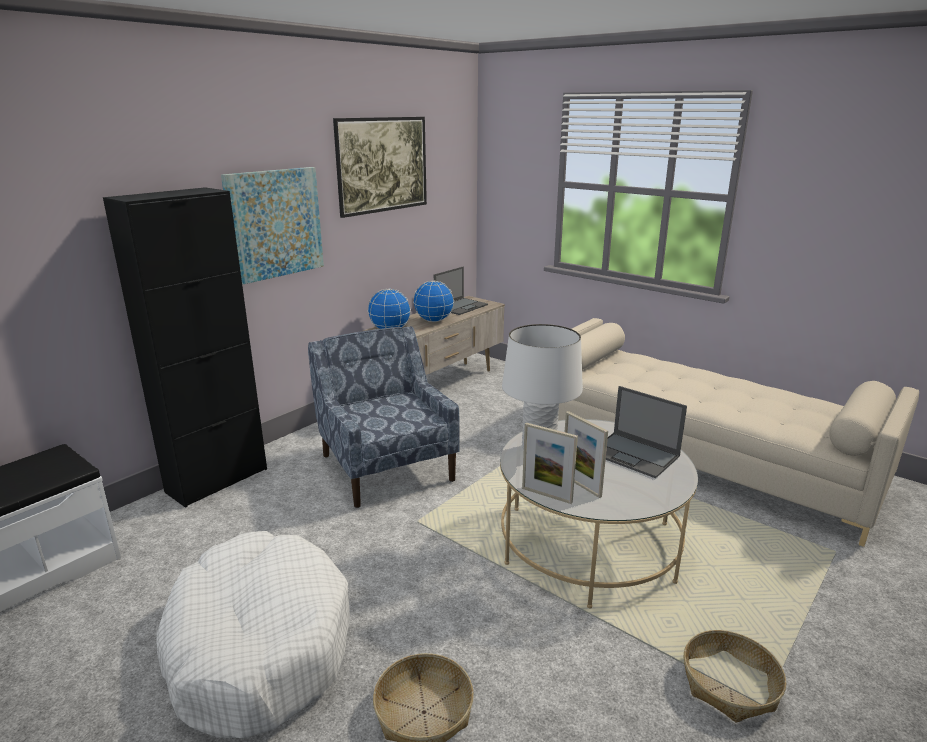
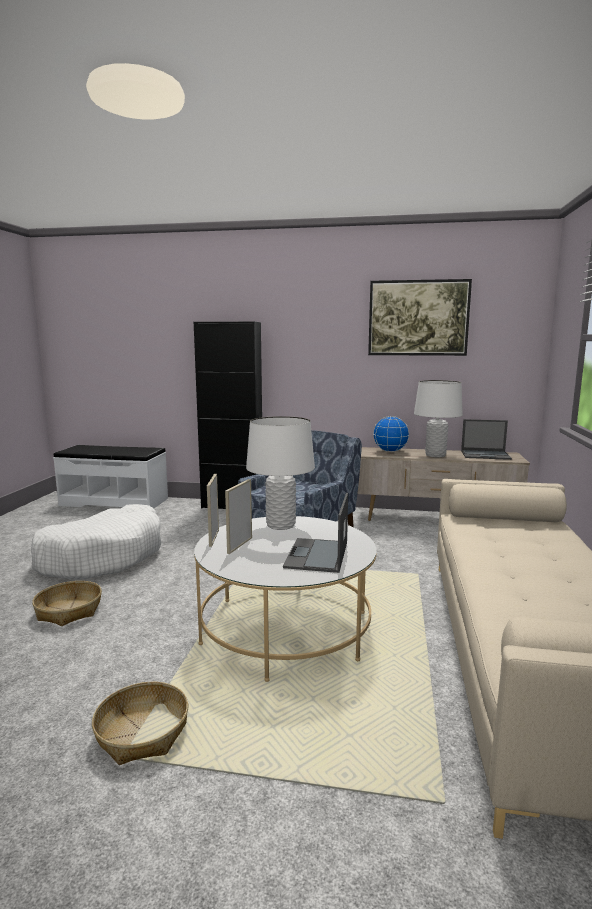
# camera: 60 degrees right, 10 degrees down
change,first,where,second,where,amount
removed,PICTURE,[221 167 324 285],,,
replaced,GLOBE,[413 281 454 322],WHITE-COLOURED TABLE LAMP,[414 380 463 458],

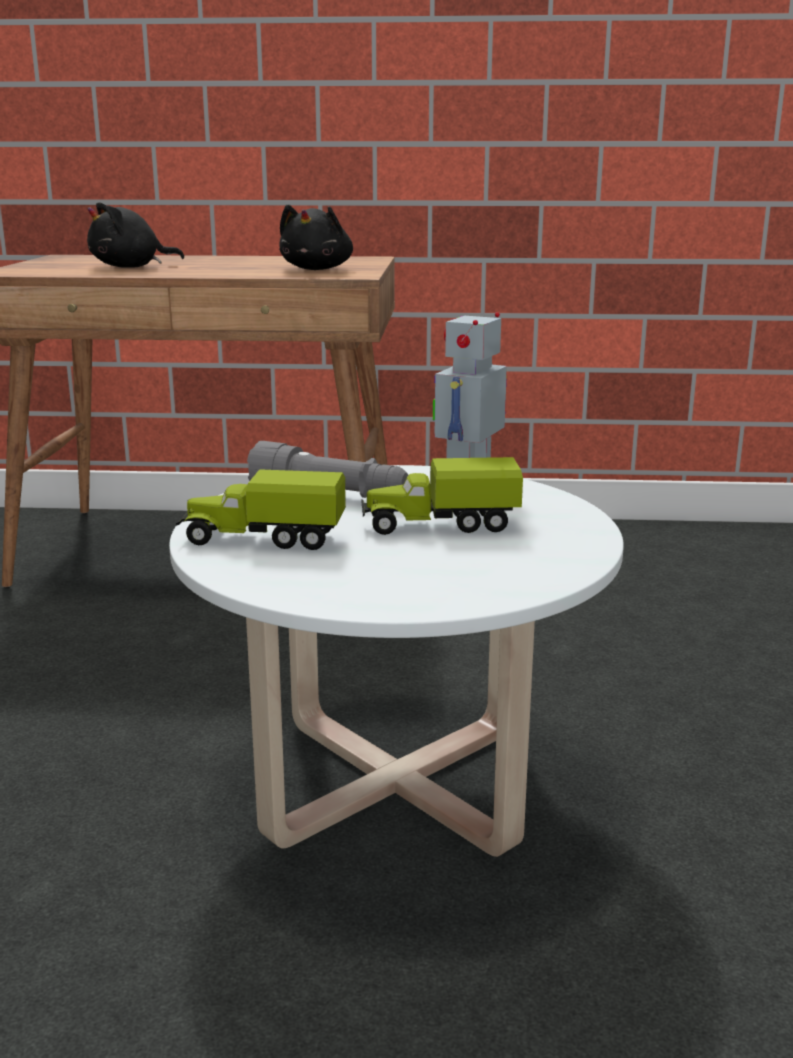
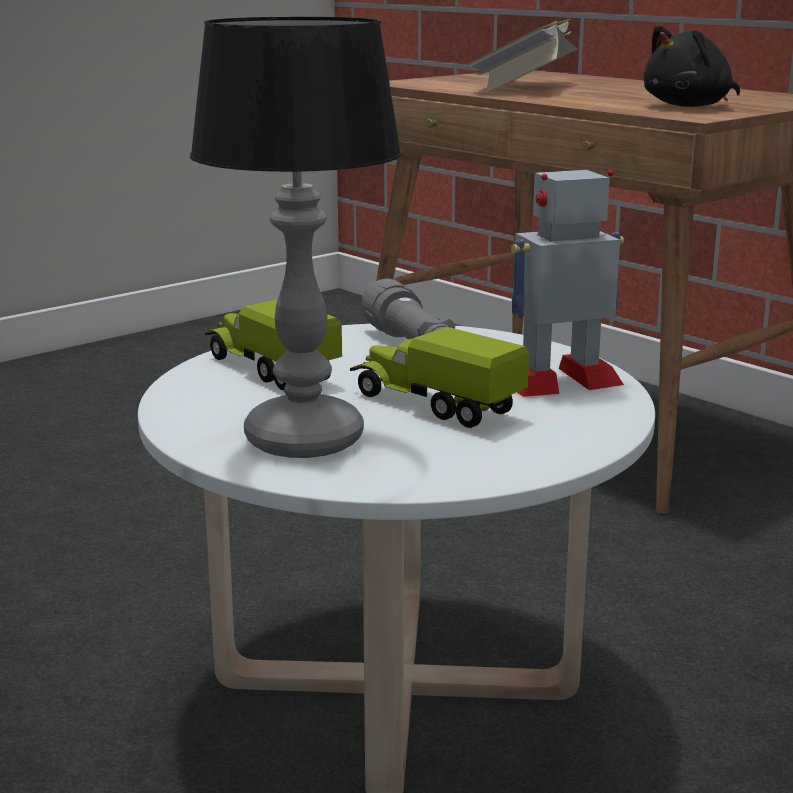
# camera: 45 degrees right, 0 degrees up
change,first,where,second,where,amount
replaced,BLACK PLUSH TOY,[87 202 184 268],VOLUME,[467 19 577 92],
added,,,TABLE LAMP,[190 17 402 458],

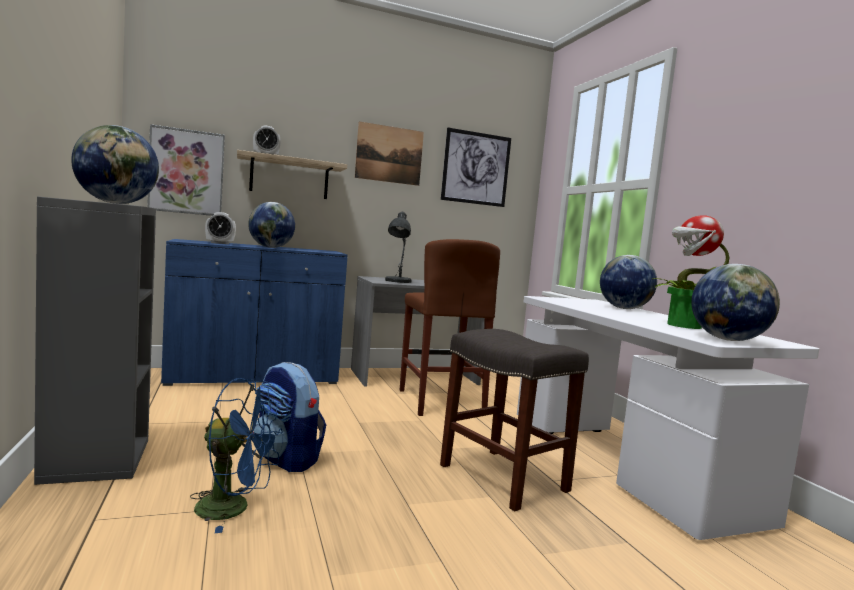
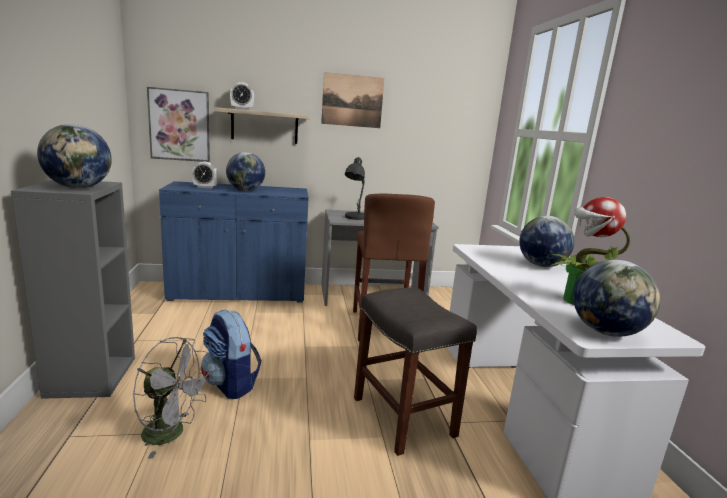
# camera: 10 degrees right, 10 degrees up
change,first,where,second,where,amount
removed,PICTURE,[441 128 511 207],,,
recoloured,BLUE FAN,[190 378 283 533],GREY FAN,[133 337 212 459],

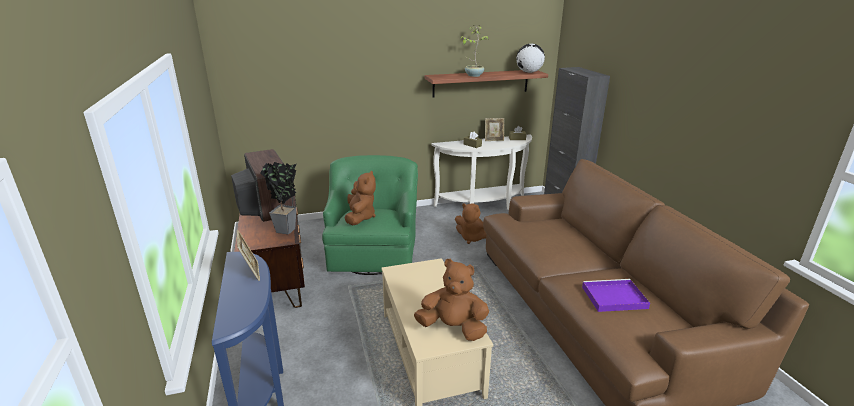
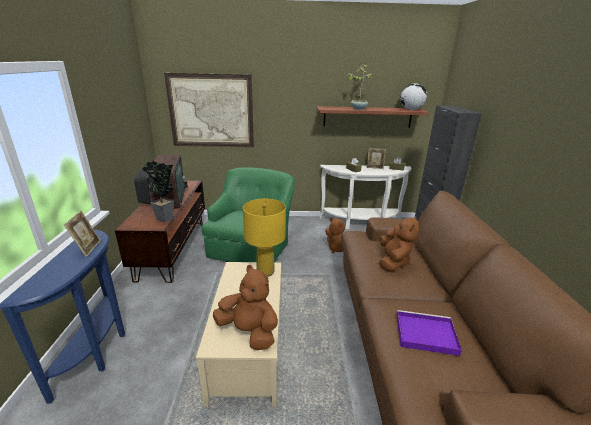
# camera: 15 degrees right, 0 degrees up
change,first,where,second,where,amount
moved,BROWN PLUSH TOY,[345 170 376 225],,[379 216 419 272],
added,,,PICTURE,[164 73 254 147],
added,,,YELLOW TABLE LAMP,[243 199 286 277],

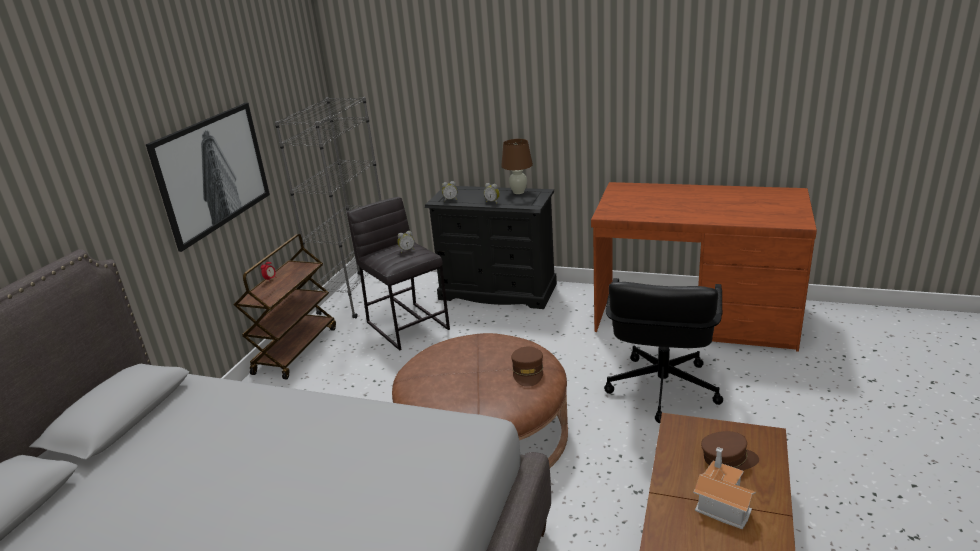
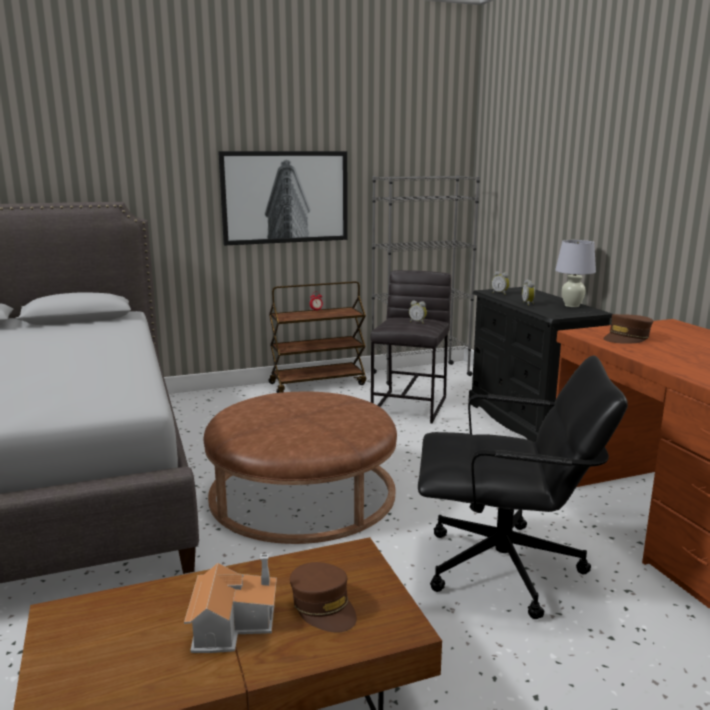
# camera: 50 degrees right, 10 degrees down
change,first,where,second,where,amount
recoloured,BROWN TABLE LAMP,[501 139 533 194],WHITE-COLOURED TABLE LAMP,[555 240 596 307],
turned,BLACK COMPUTER CHAIR,[604 278 723 423],,[418 355 628 619],150 degrees counterclockwise
moved,BROWN BASEBALL CAP,[511 347 543 387],,[603 314 653 344],

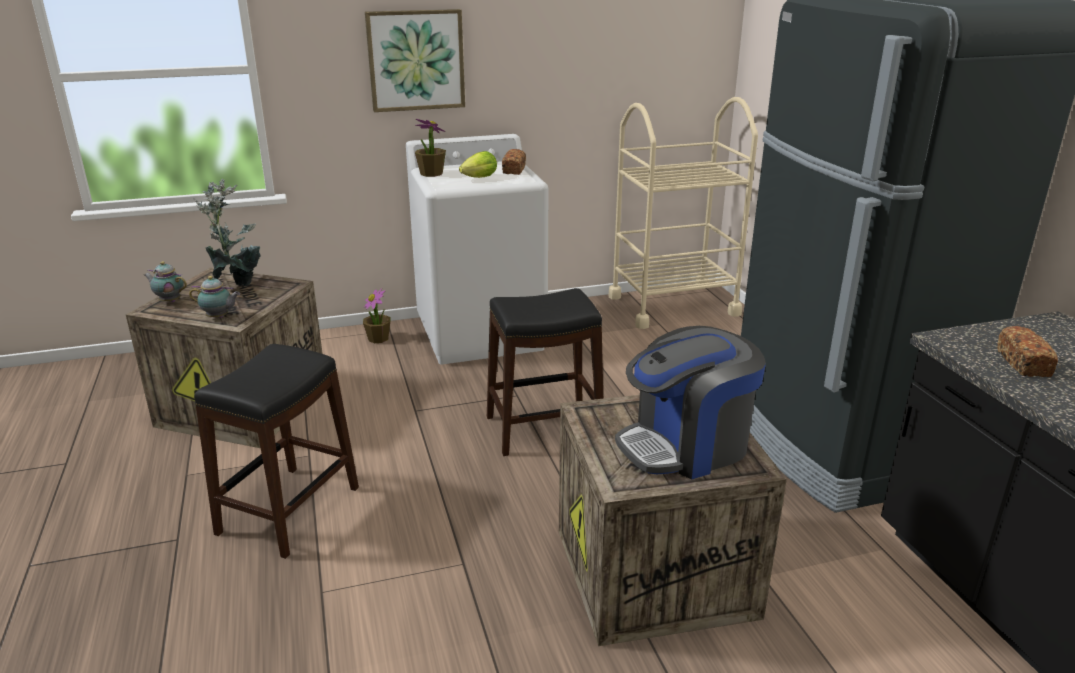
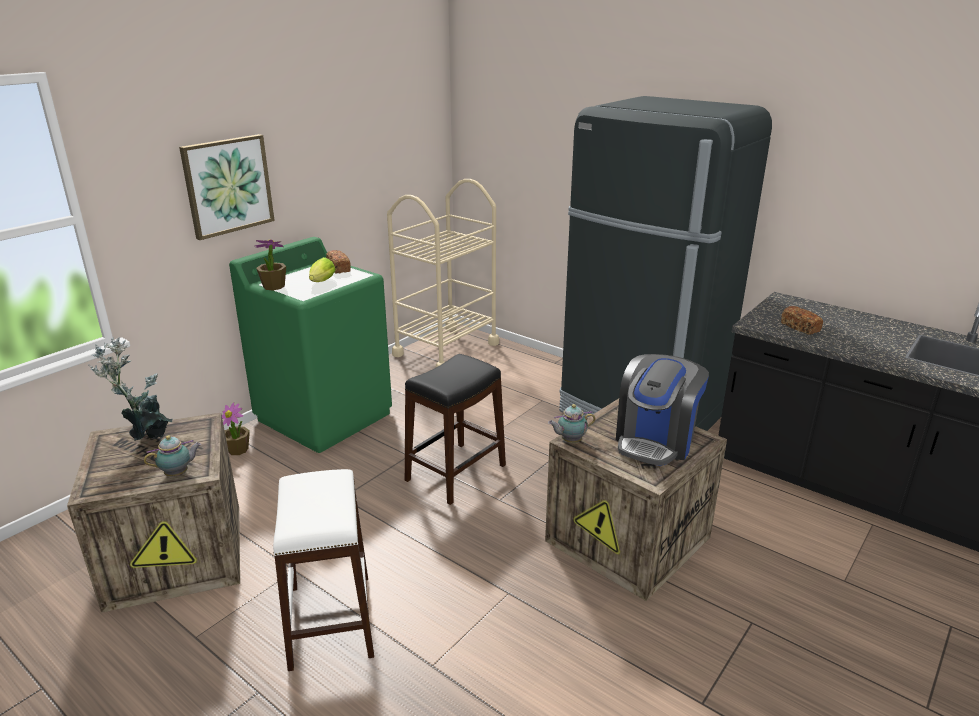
# camera: 35 degrees left, 0 degrees up
change,first,where,second,where,amount
recoloured,WHITE-COLOURED LAUNDRY APPLIANCE,[406 134 549 364],GREENISH LAUNDRY APPLIANCE,[229 237 392 453],
moved,TEAPOT,[144 261 187 302],,[548 404 596 443],
recoloured,BLACK SITTING STOOL,[194 344 359 559],WHITE-COLOURED SITTING STOOL,[273 469 374 671],

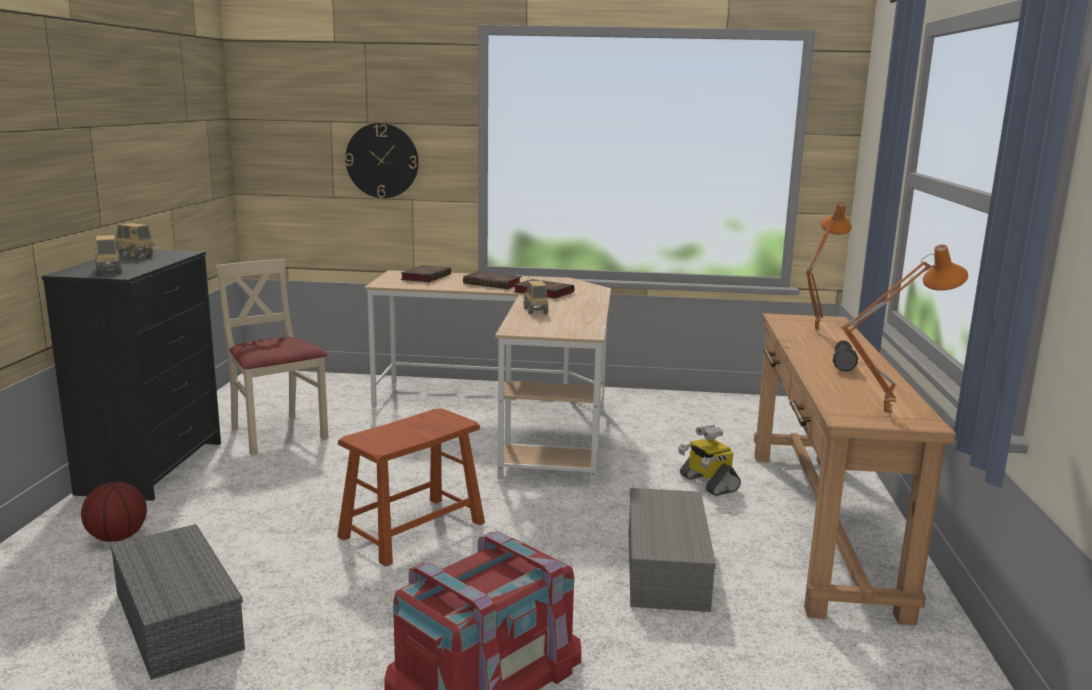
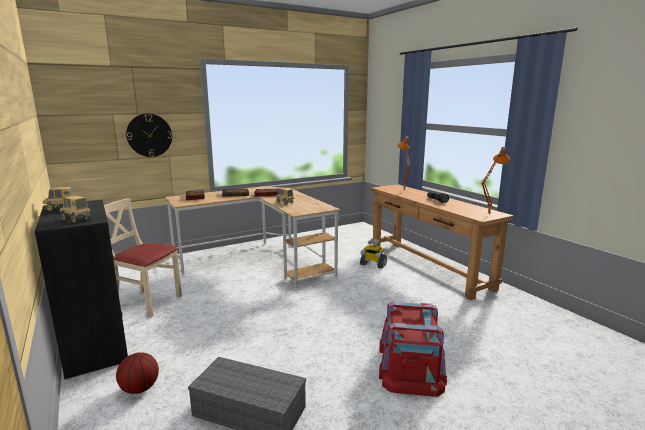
# camera: 35 degrees left, 0 degrees up
change,first,where,second,where,amount
removed,BROWN SITTING STOOL,[337 408 485 567],,,
removed,GREY STORAGE CONTAINER,[629 488 716 612],,,

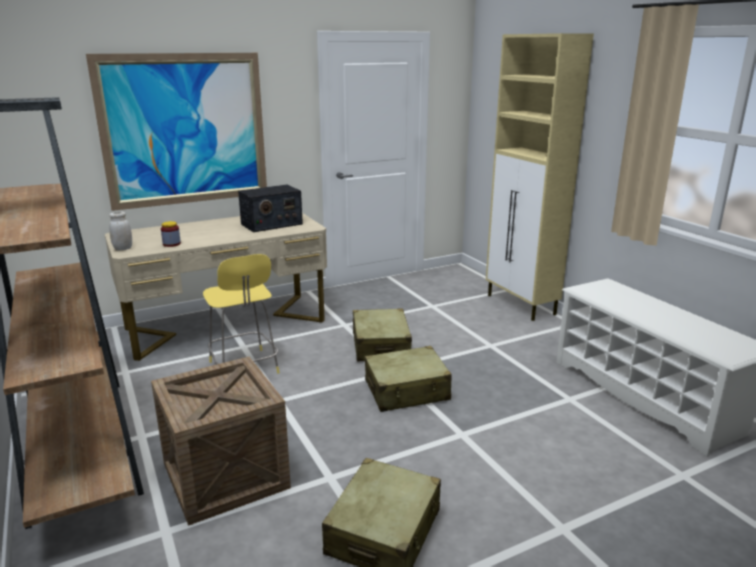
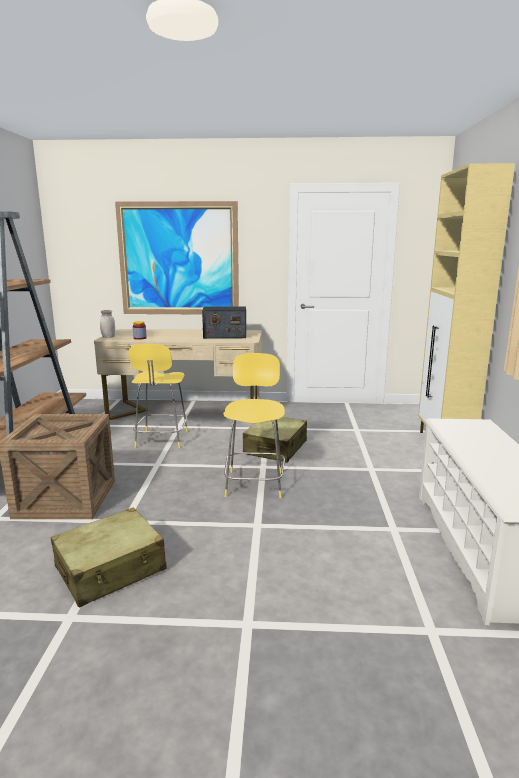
# camera: 30 degrees right, 5 degrees down
change,first,where,second,where,amount
replaced,BEIGE SUITCASE,[365 346 452 412],YELLOW SITTING STOOL,[223 353 285 498],

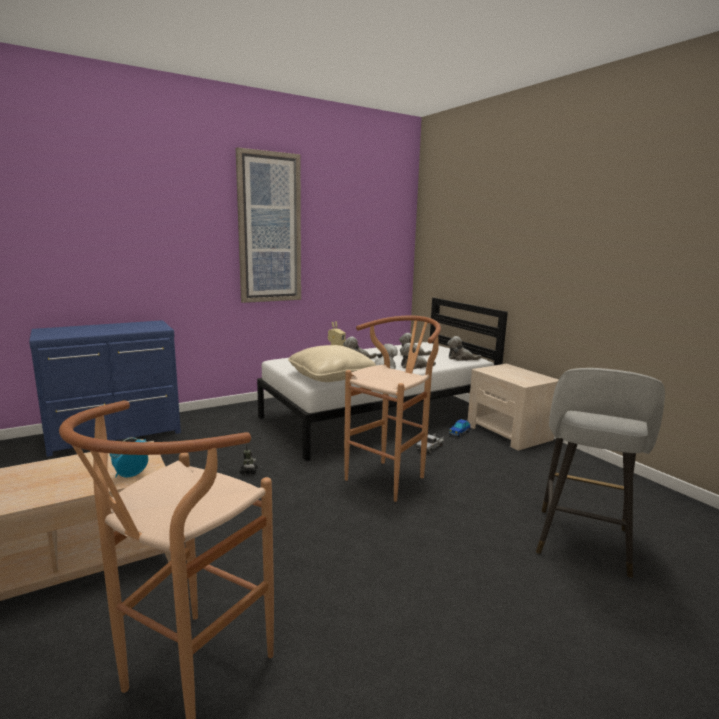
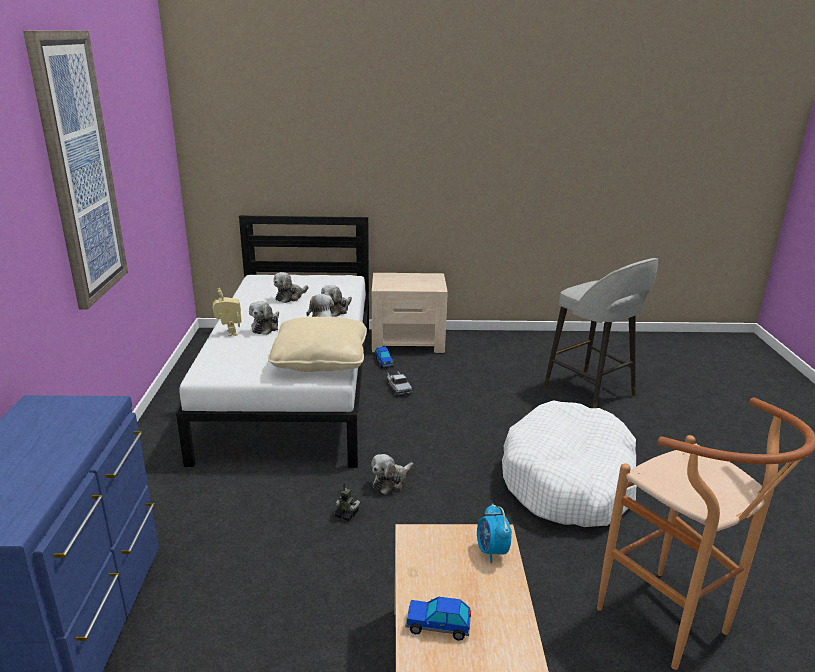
# camera: 60 degrees left, 10 degrees up
change,first,where,second,where,amount
removed,BROWN SITTING STOOL,[344 316 441 502],,,
moved,PLUSH TOY,[447 336 481 361],,[371 454 413 495],
added,,,WHITE-COLOURED PET BED,[502 400 637 527],
added,,,MODEL CAR,[405 596 471 641],

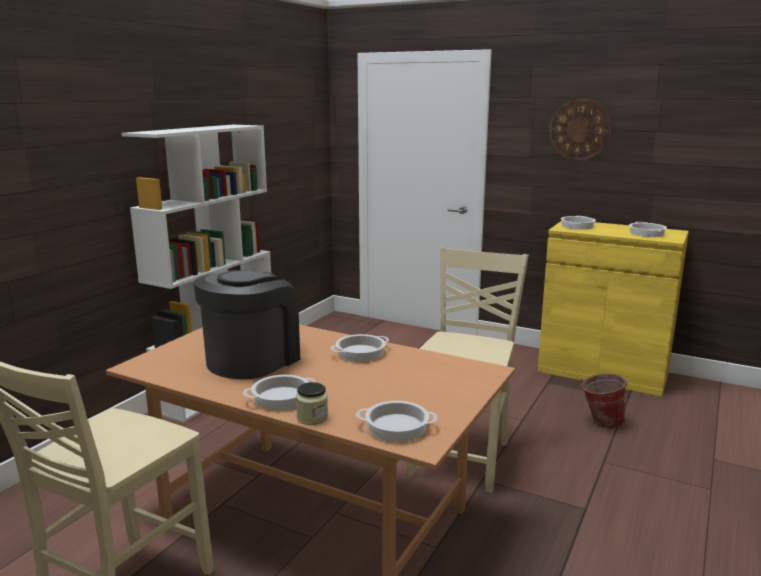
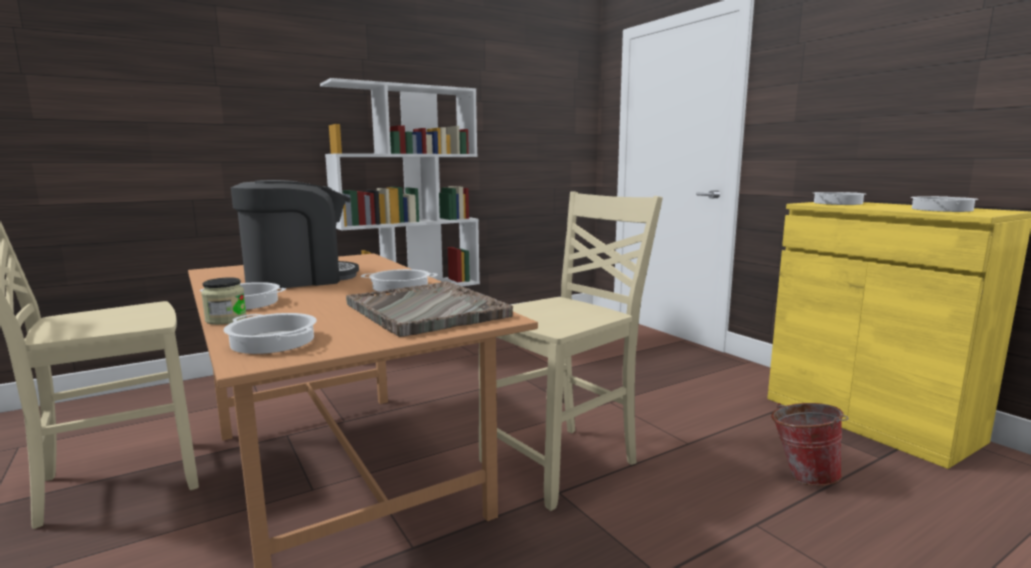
# camera: 30 degrees right, 5 degrees down
change,first,where,second,where,amount
removed,HANGING CLOCK,[549 98 612 160],,,
added,,,GREY TRAY,[346 281 513 337],

